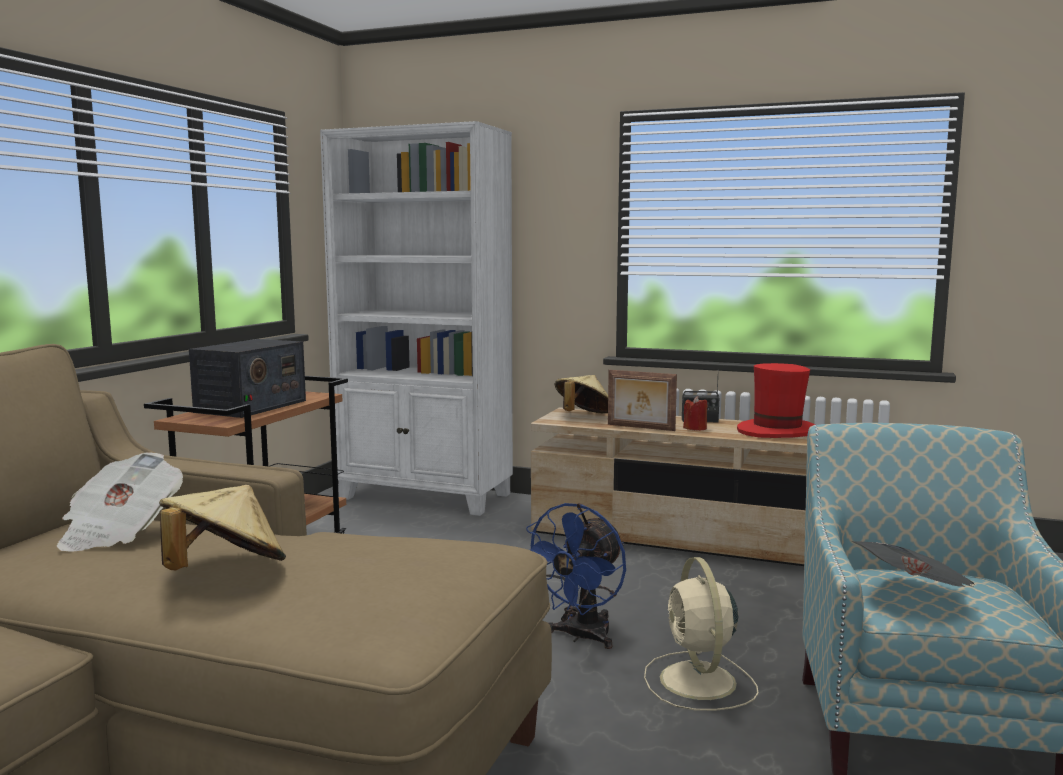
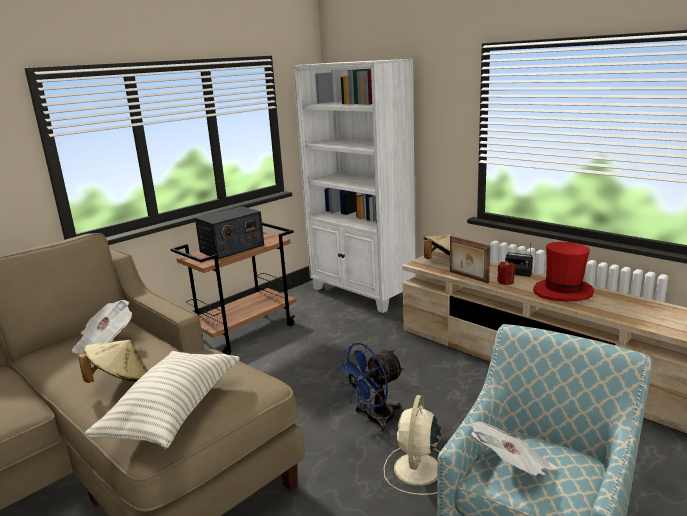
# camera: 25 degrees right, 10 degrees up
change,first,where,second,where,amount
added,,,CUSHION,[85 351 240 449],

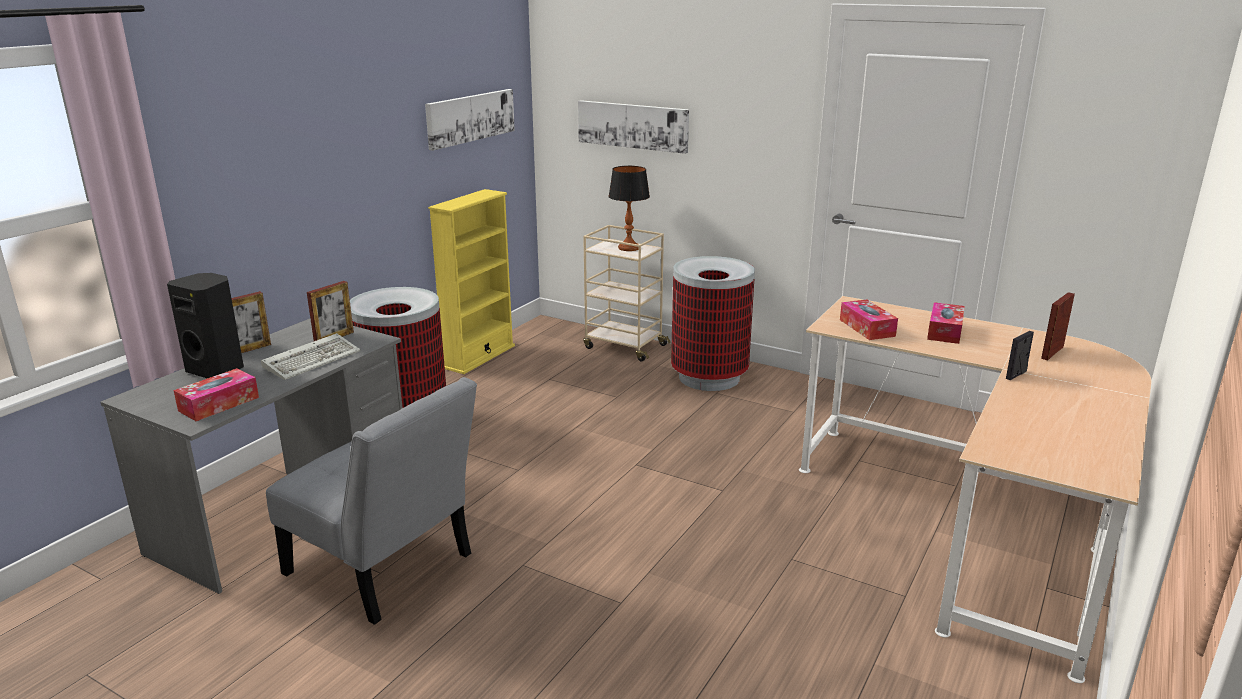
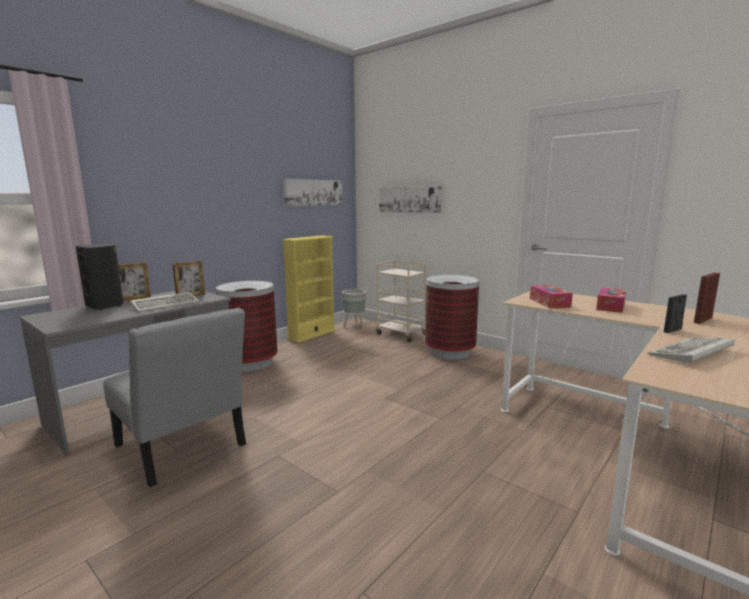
# camera: 10 degrees right, 10 degrees down
change,first,where,second,where,amount
removed,TABLE LAMP,[608 166 650 251],,,
removed,BOX OF TISSUES,[173 368 259 421],,,
added,,,GREY PLANT POT,[342 289 366 328],
added,,,COMPUTER KEYBOARD,[648 337 735 365],

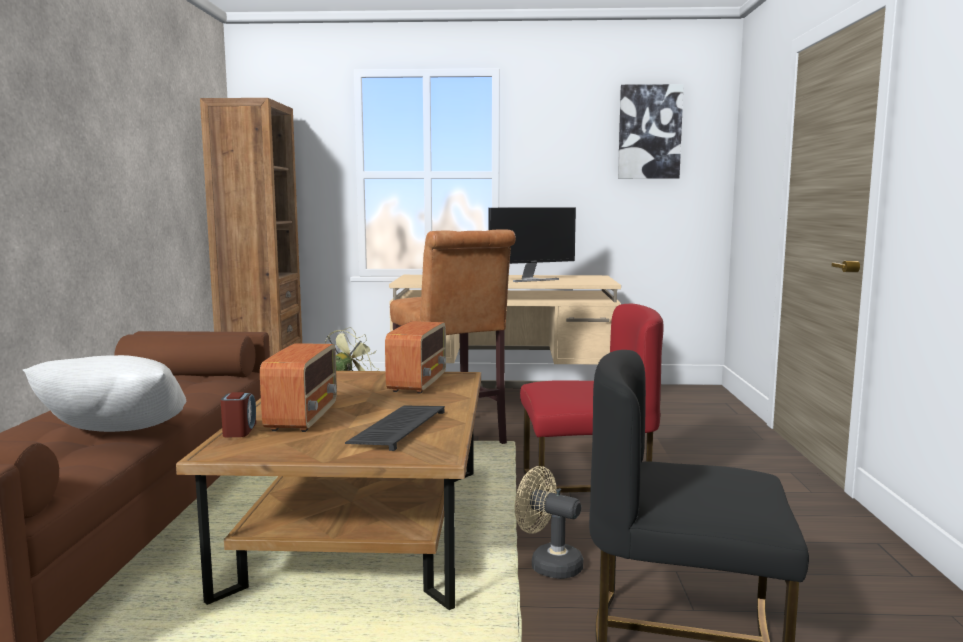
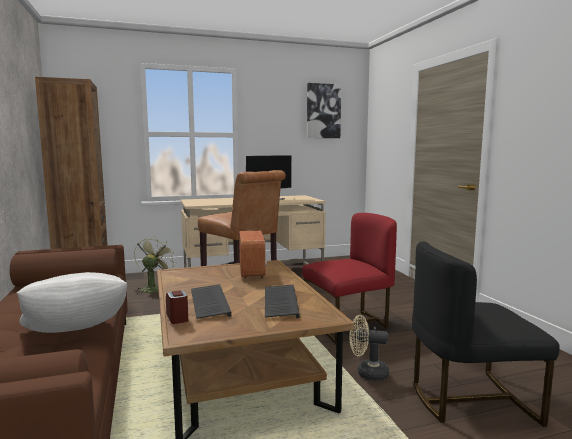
# camera: 20 degrees left, 0 degrees up
change,first,where,second,where,amount
replaced,RADIO SET,[260 343 337 432],COMPUTER KEYBOARD,[191 284 232 319],

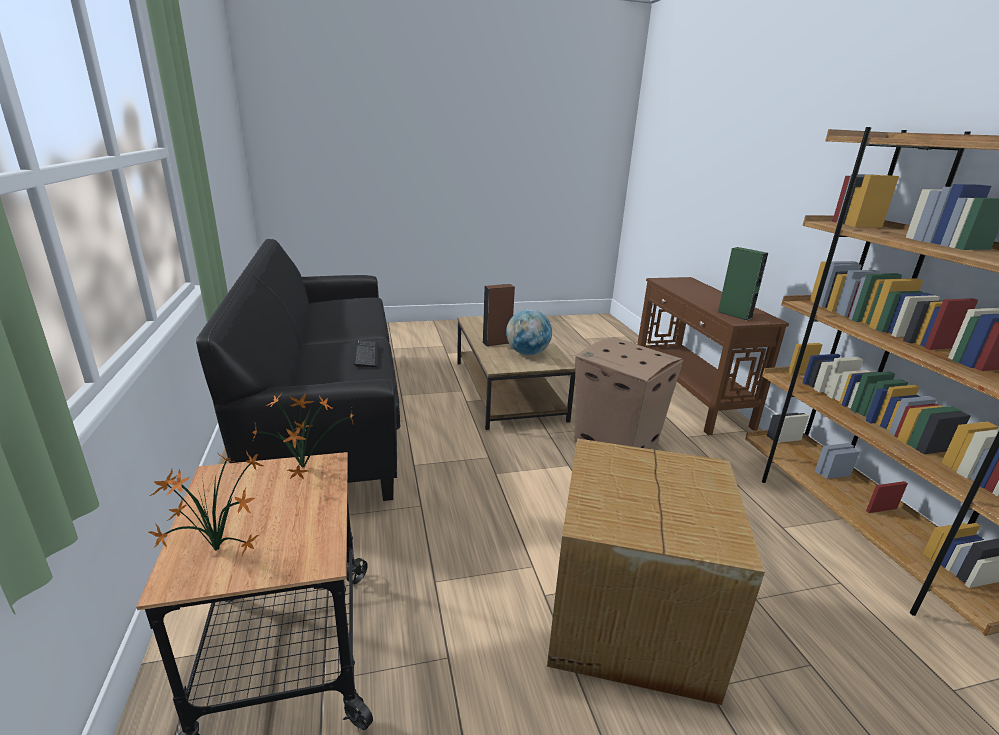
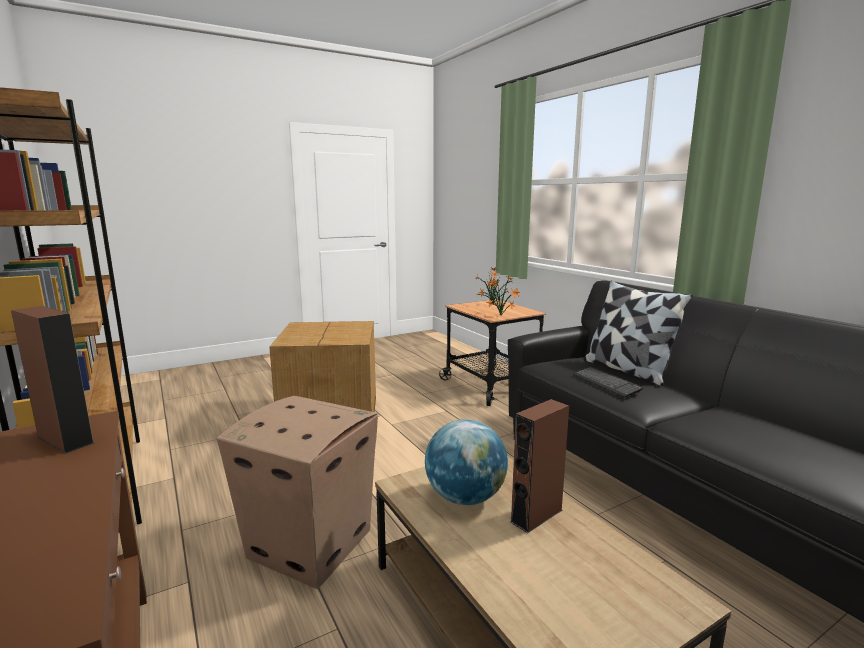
# camera: 165 degrees right, 10 degrees down
change,first,where,second,where,amount
recoloured,GREENISH LOUDSPEAKER,[718 247 768 320],BROWN LOUDSPEAKER,[11 306 94 454],
added,,,CUSHION,[584 280 693 386],

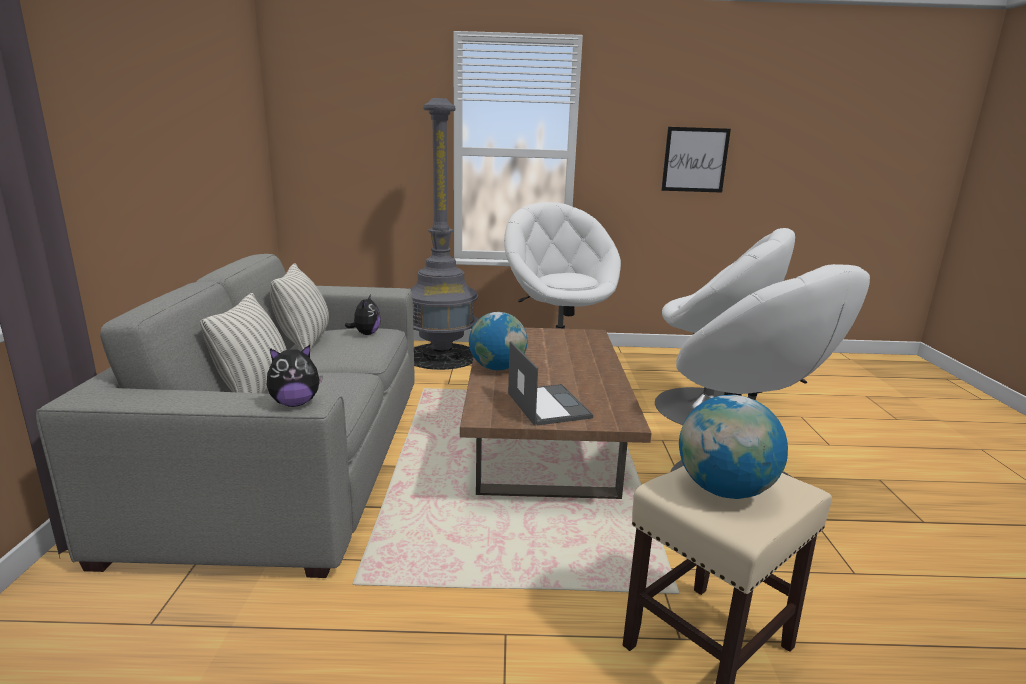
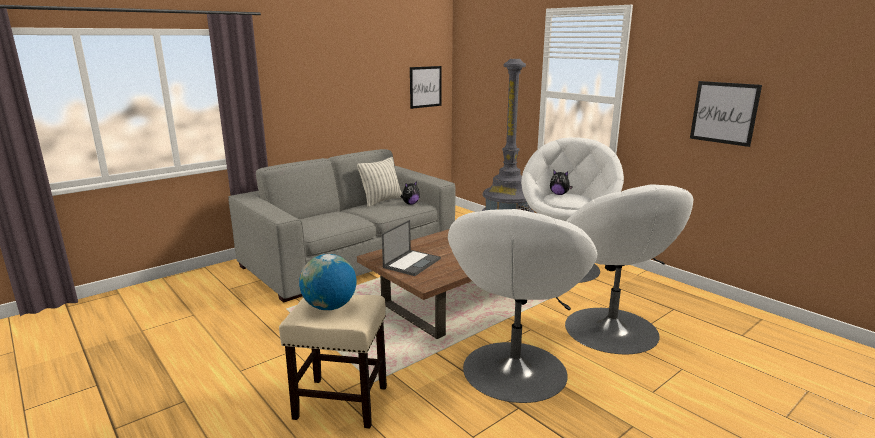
# camera: 50 degrees right, 0 degrees up
change,first,where,second,where,amount
removed,CUSHION,[200 293 287 394],,,
removed,GLOBE,[469 312 527 370],,,
moved,PLUSH TOY,[267 345 323 407],,[550 170 573 195],
added,,,PICTURE,[410 66 442 109],

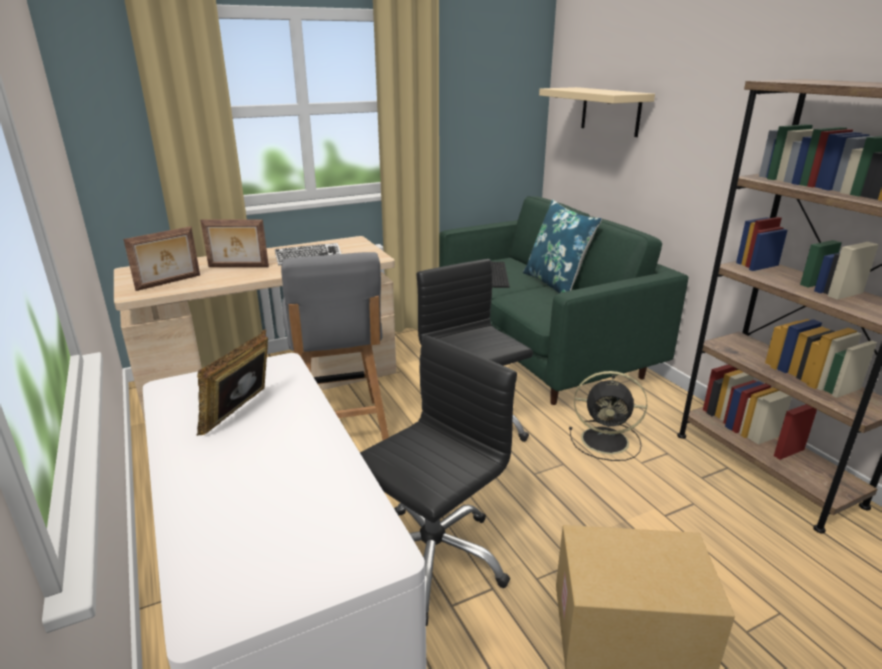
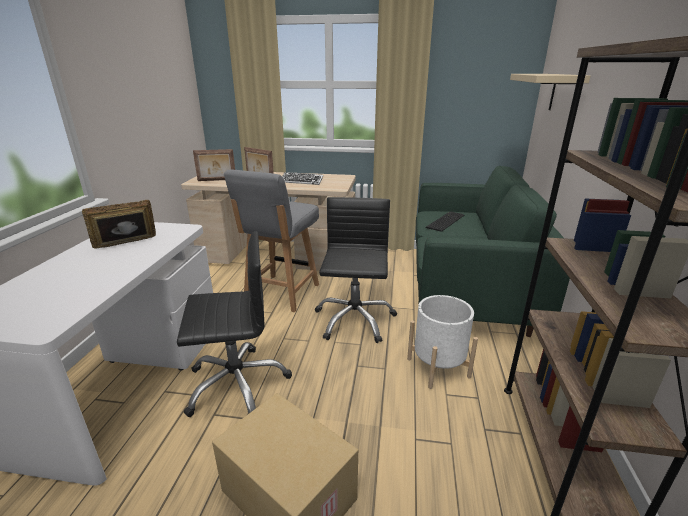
# camera: 35 degrees right, 0 degrees up
change,first,where,second,where,amount
removed,BLUE CUSHION,[523 200 602 293],,,
replaced,BLACK FAN,[569 371 647 461],WHITE-COLOURED PLANT POT,[407 295 478 389],

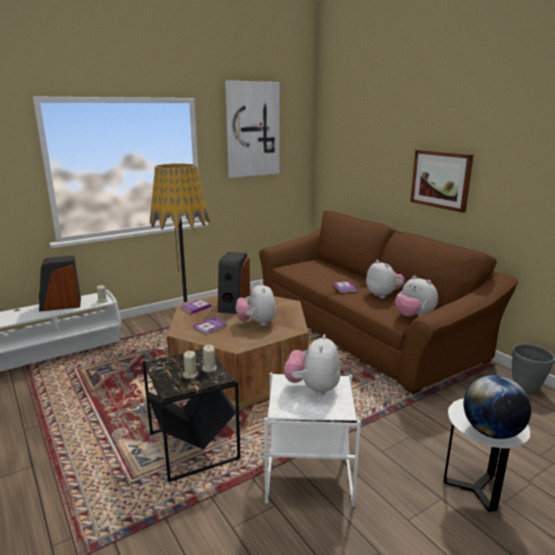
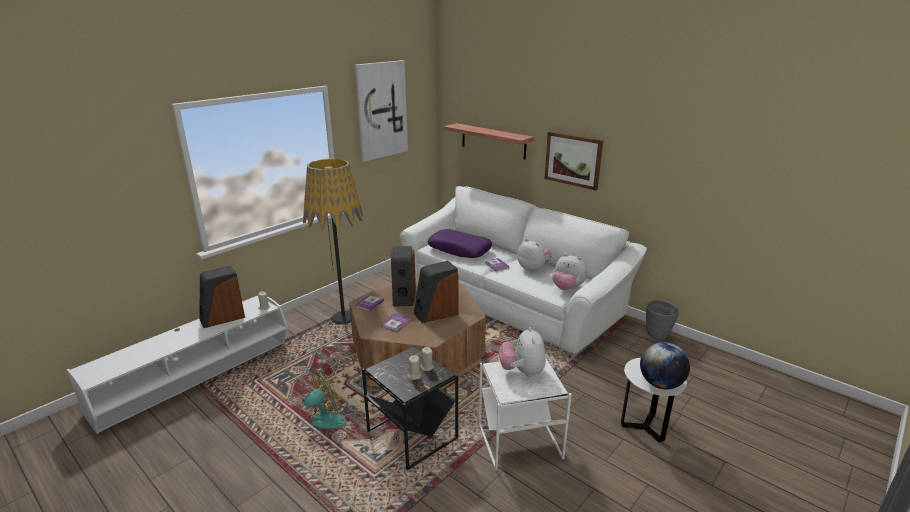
# camera: 15 degrees left, 5 degrees up
change,first,where,second,where,amount
recoloured,BROWN SOFA,[259 211 518 394],WHITE-COLOURED SOFA,[400 186 647 356],
replaced,PLUSH TOY,[236 282 276 326],LOUDSPEAKER,[414 261 459 323],
added,,,WALL SHELF,[443 123 534 159],
added,,,PURPLE CUSHION,[428 229 492 258],
added,,,FAN,[295 370 347 436],

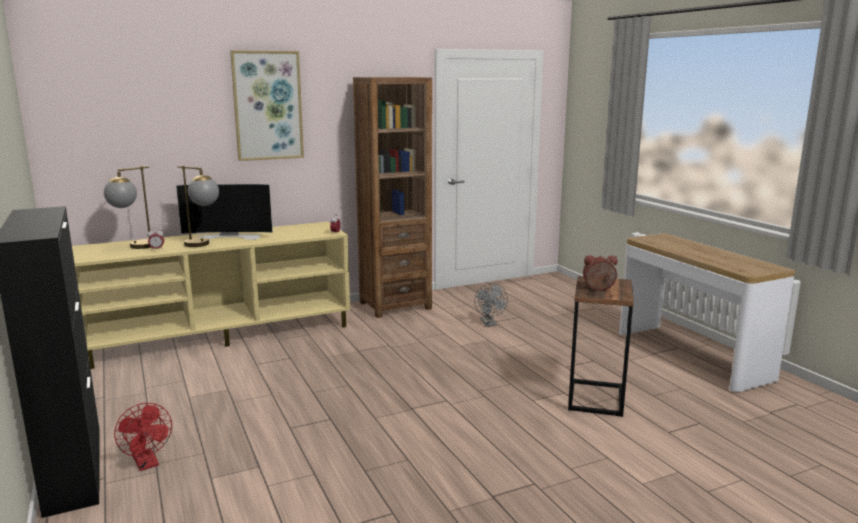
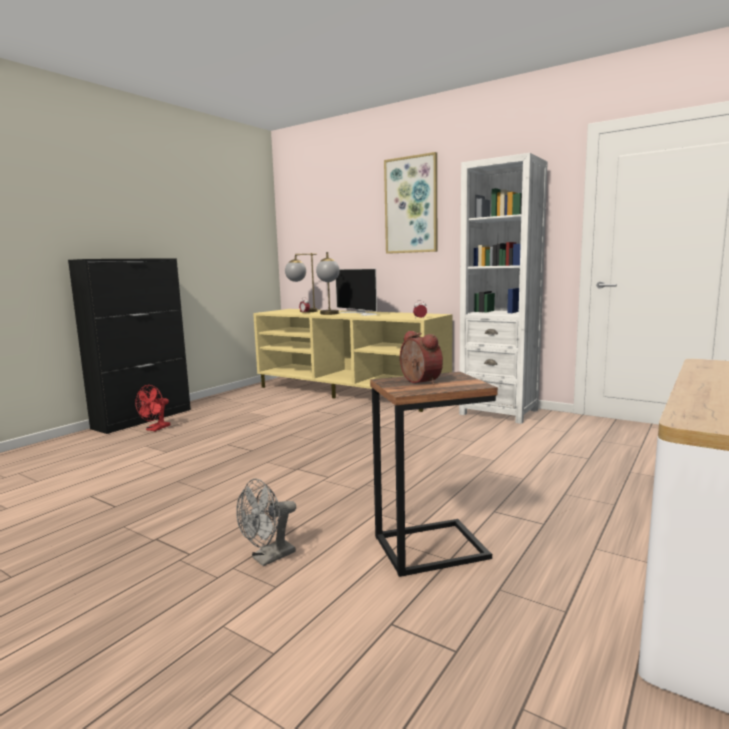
# camera: 60 degrees right, 5 degrees down
change,first,where,second,where,amount
recoloured,BROWN SHELVING UNIT,[353 77 432 318],WHITE-COLOURED SHELVING UNIT,[459 153 548 424],
moved,GREY FAN,[474 283 508 326],,[236 479 296 566],

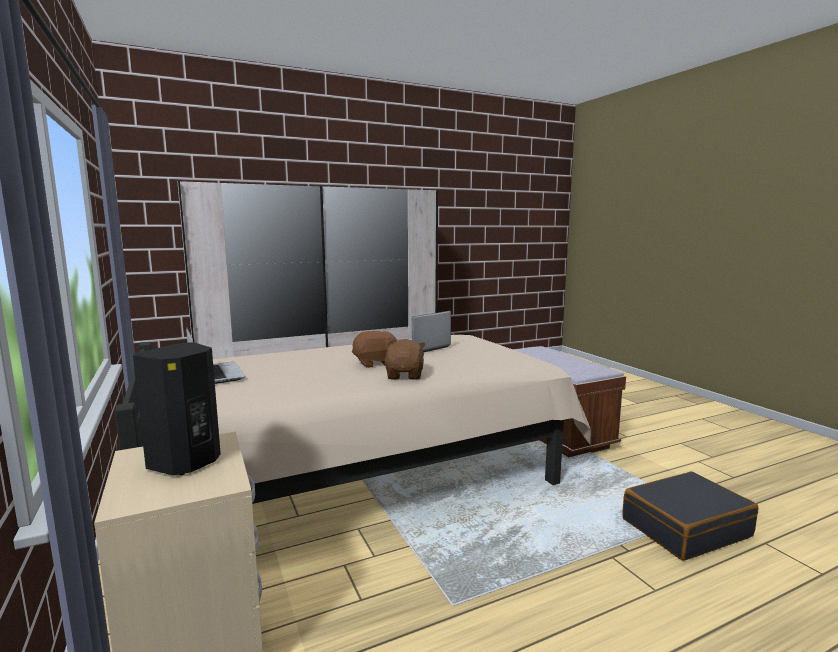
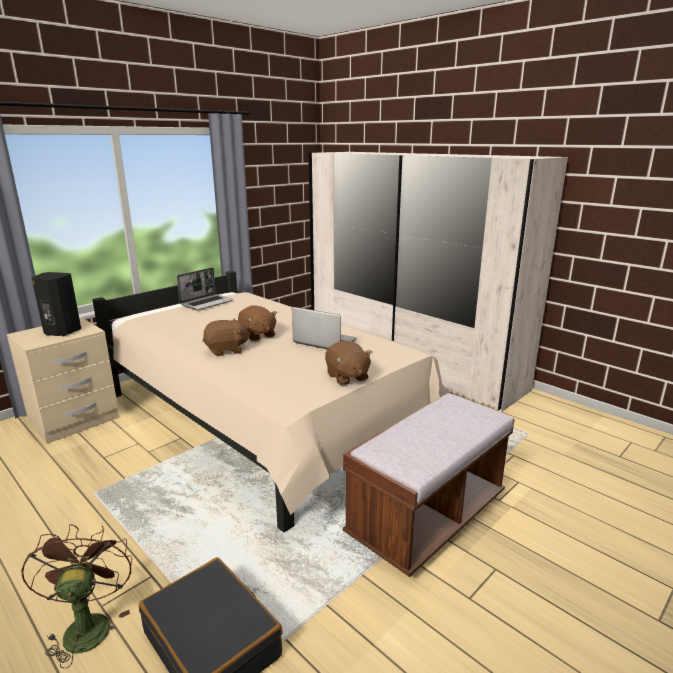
# camera: 70 degrees right, 10 degrees up
change,first,where,second,where,amount
added,,,BROWN PLUSH TOY,[325 341 373 385],
added,,,BROWN FAN,[21 524 132 669],

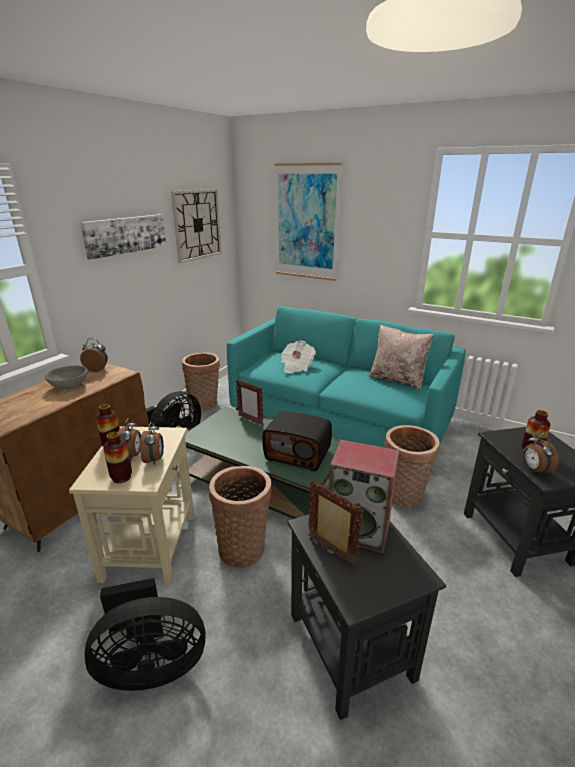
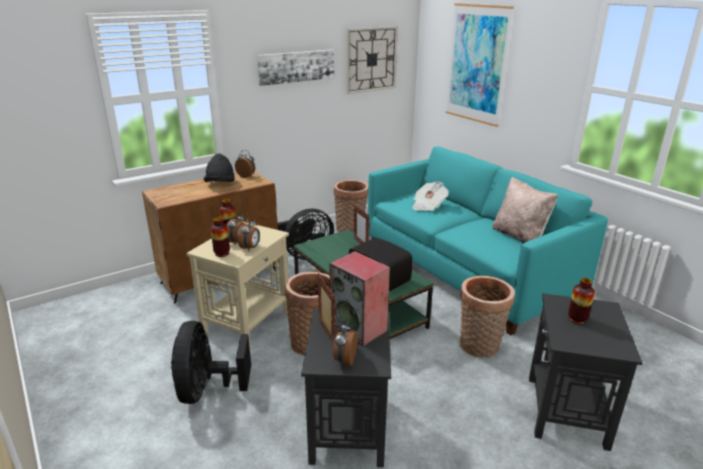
# camera: 25 degrees right, 0 degrees up
change,first,where,second,where,amount
replaced,GREY SERVING BOWL,[45 365 88 389],BLACK HAT,[203 153 235 182],
moved,TABLE CLOCK,[523 432 559 475],,[333 320 357 366],
turned,BLACK FAN,[85 578 205 691],,[171 321 251 404],75 degrees clockwise

